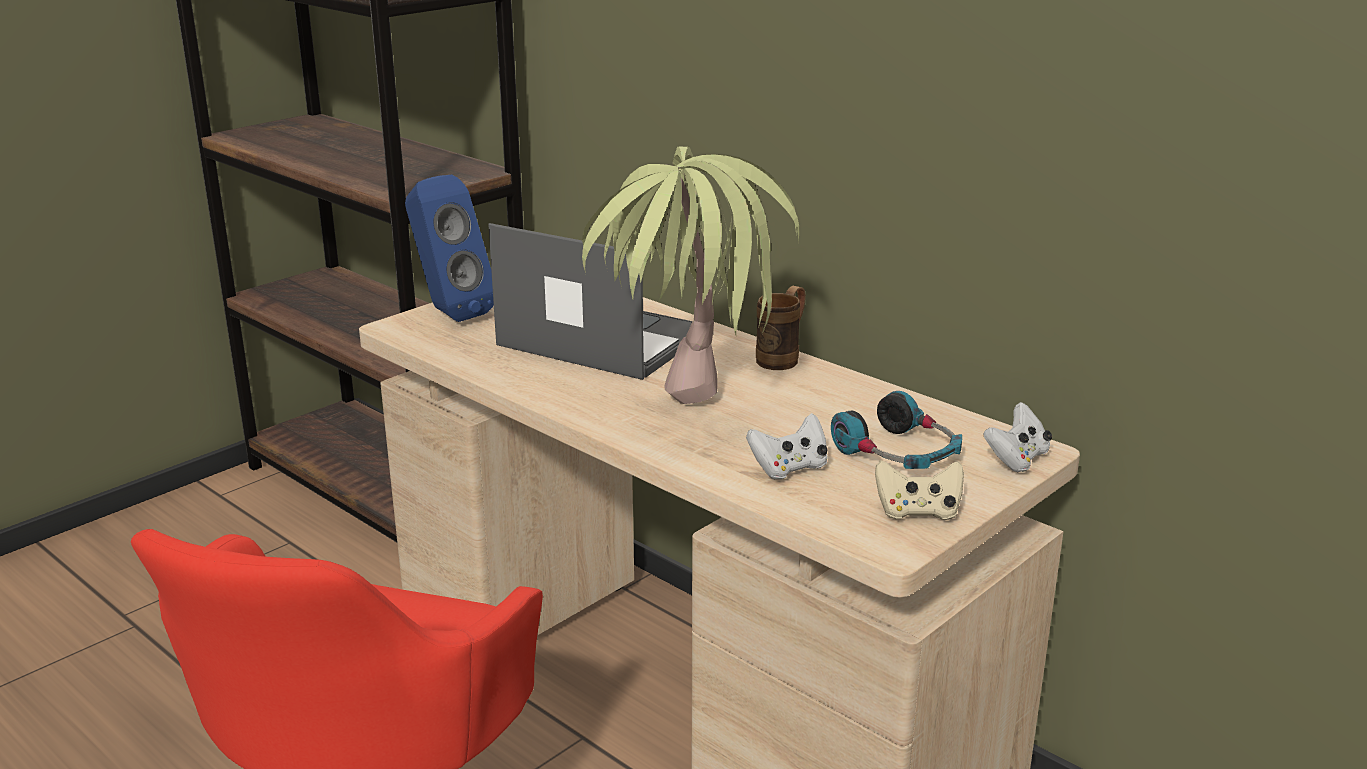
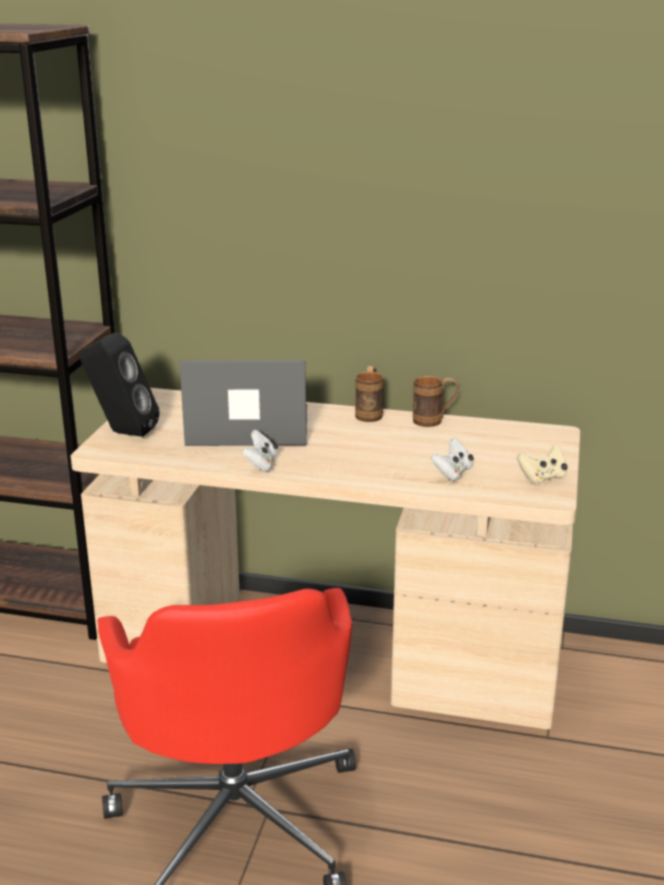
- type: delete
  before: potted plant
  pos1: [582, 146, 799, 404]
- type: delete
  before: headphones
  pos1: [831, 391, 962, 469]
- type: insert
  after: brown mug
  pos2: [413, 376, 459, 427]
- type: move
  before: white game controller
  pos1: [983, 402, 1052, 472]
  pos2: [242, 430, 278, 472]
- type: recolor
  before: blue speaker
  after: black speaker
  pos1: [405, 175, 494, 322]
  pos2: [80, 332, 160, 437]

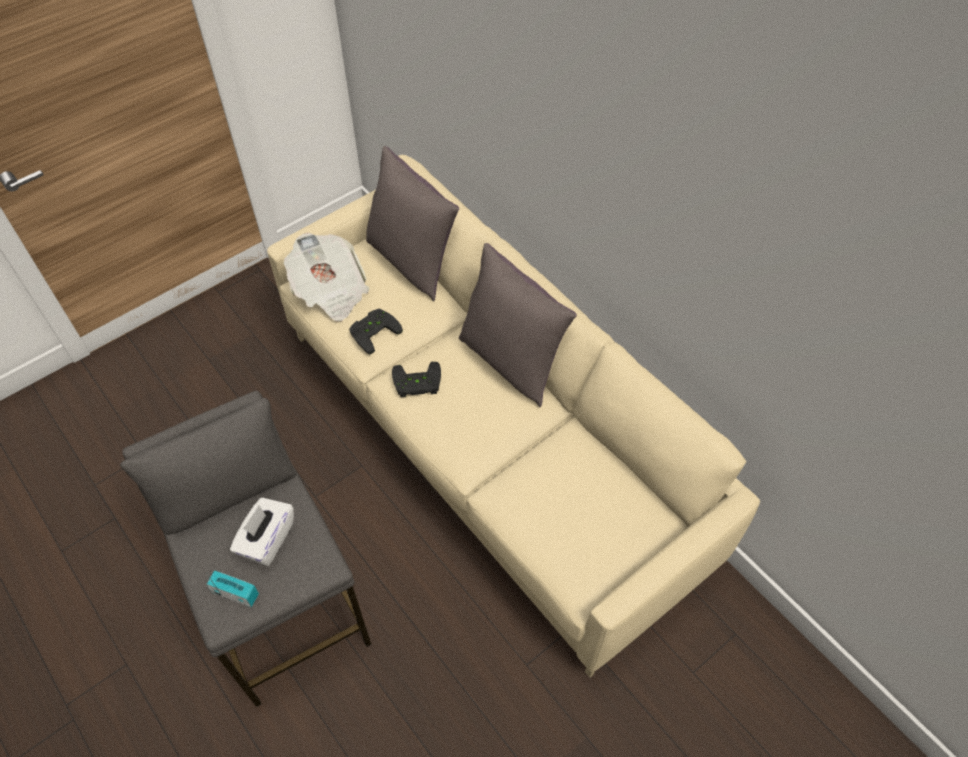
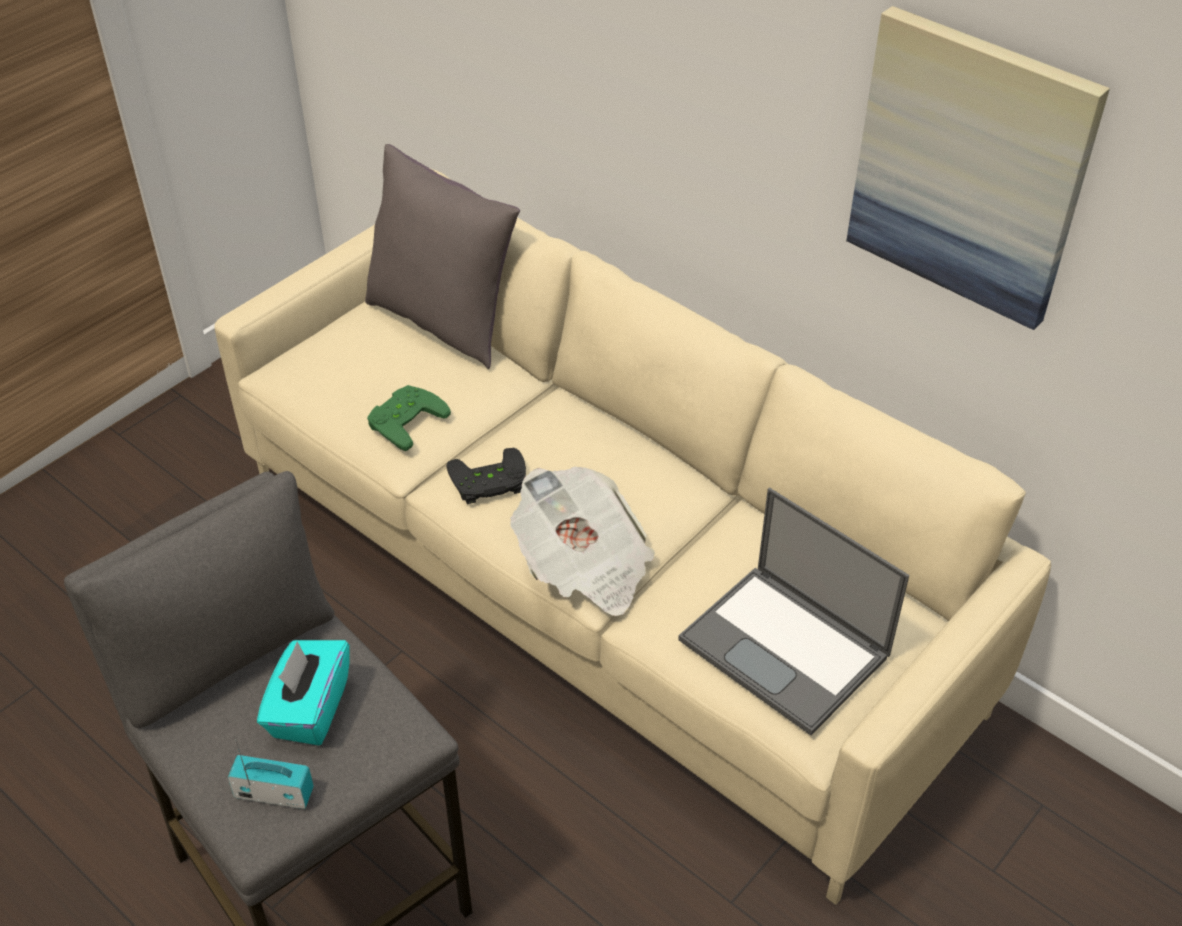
- type: delete
  before: grey pillow
  pos1: [459, 243, 577, 407]
- type: insert
  after: laptop
  pos2: [678, 488, 909, 735]
- type: insert
  after: picture
  pos2: [846, 6, 1110, 330]
- type: move
  before: newspaper
  pos1: [284, 232, 370, 321]
  pos2: [510, 466, 655, 616]
- type: recolor
  before: white tissue box
  after: turquoise tissue box
  pos1: [230, 498, 294, 566]
  pos2: [257, 640, 350, 745]
- type: recolor
  before: black game controller
  after: green game controller
  pos1: [349, 309, 403, 354]
  pos2: [367, 385, 451, 451]

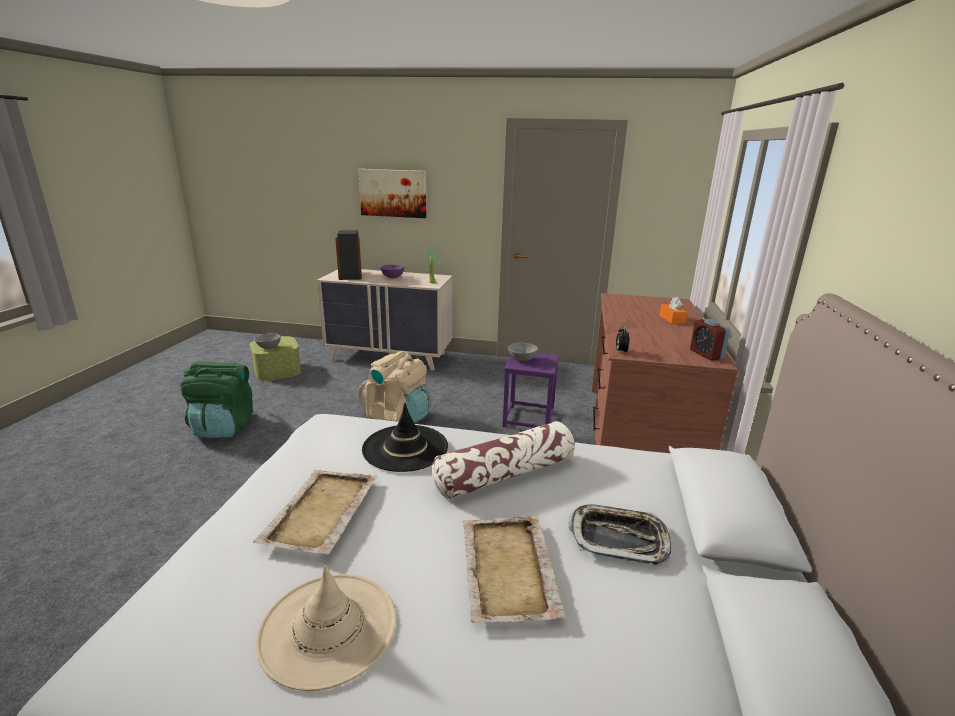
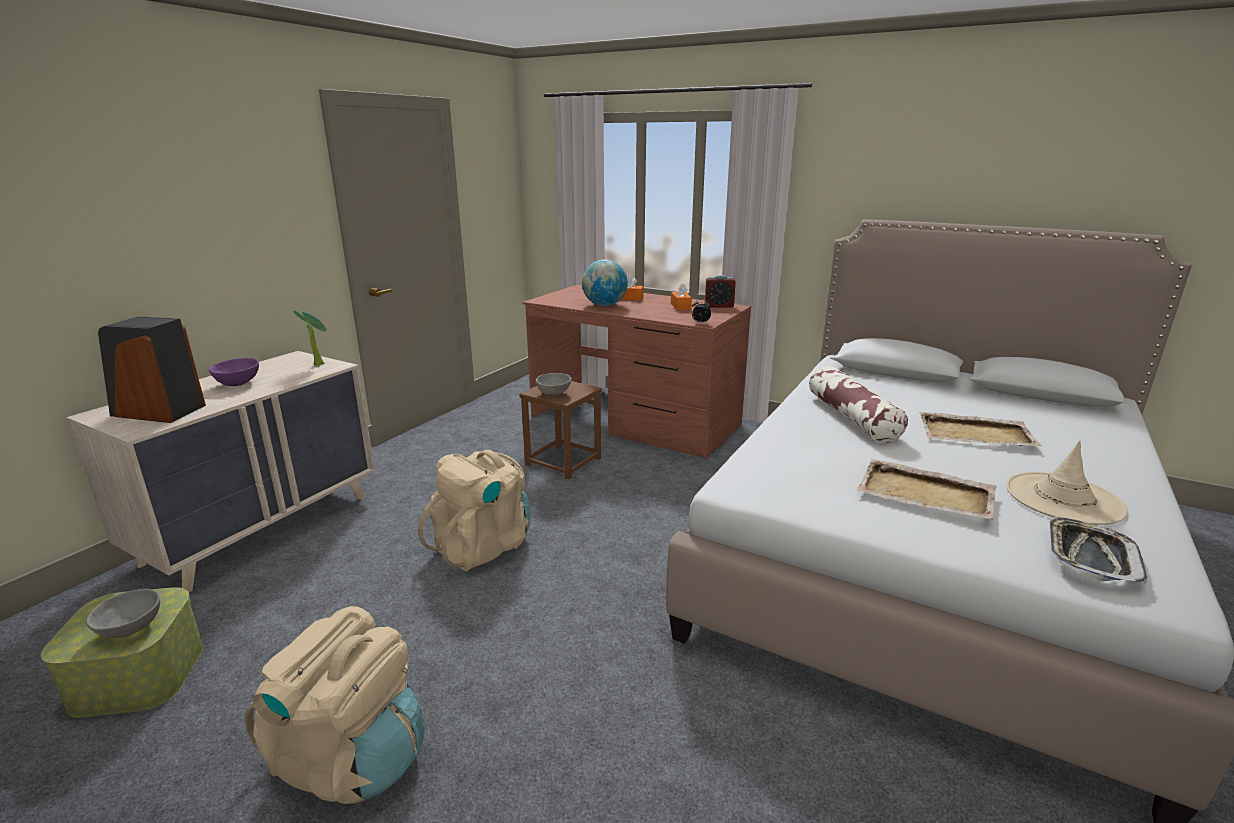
- type: delete
  before: picture
  pos1: [358, 169, 426, 218]
- type: delete
  before: black hat
  pos1: [362, 403, 448, 472]
- type: insert
  after: globe
  pos2: [582, 259, 628, 306]
- type: insert
  after: orange tissue box
  pos2: [671, 283, 692, 310]
- type: move
  before: tray
  pos1: [568, 504, 671, 565]
  pos2: [1049, 517, 1148, 585]
- type: recolor
  before: green backpack
  after: beige backpack
  pos1: [181, 361, 253, 438]
  pos2: [245, 606, 424, 804]
- type: recolor
  before: purple stool
  after: brown stool
  pos1: [502, 353, 559, 428]
  pos2: [519, 381, 602, 479]

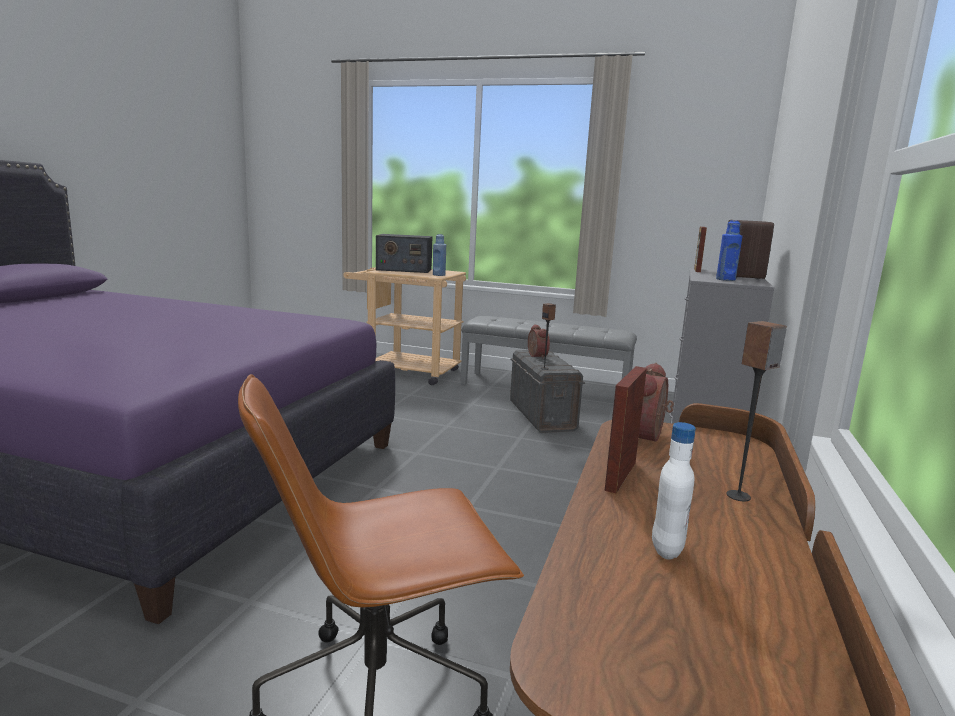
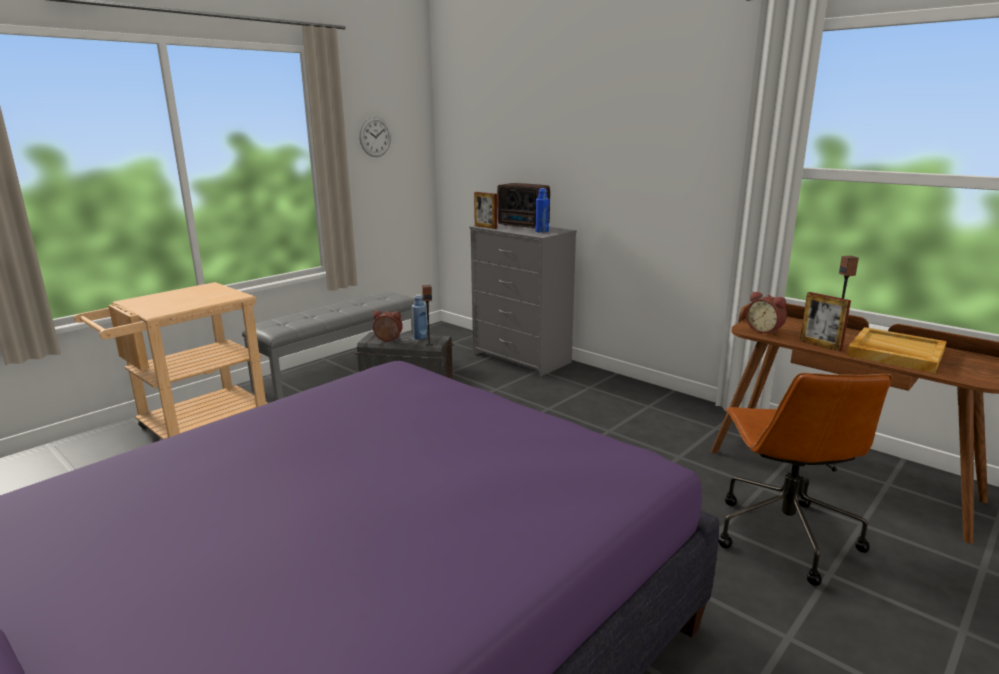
- type: delete
  before: radio
  pos1: [376, 234, 432, 273]
- type: insert
  after: wall clock
  pos2: [359, 117, 391, 157]
- type: move
  before: blue bottle
  pos1: [433, 234, 446, 276]
  pos2: [412, 294, 427, 339]
- type: replace
  before: white bottle
  after: beige tray
  pos1: [652, 422, 696, 560]
  pos2: [847, 327, 947, 373]

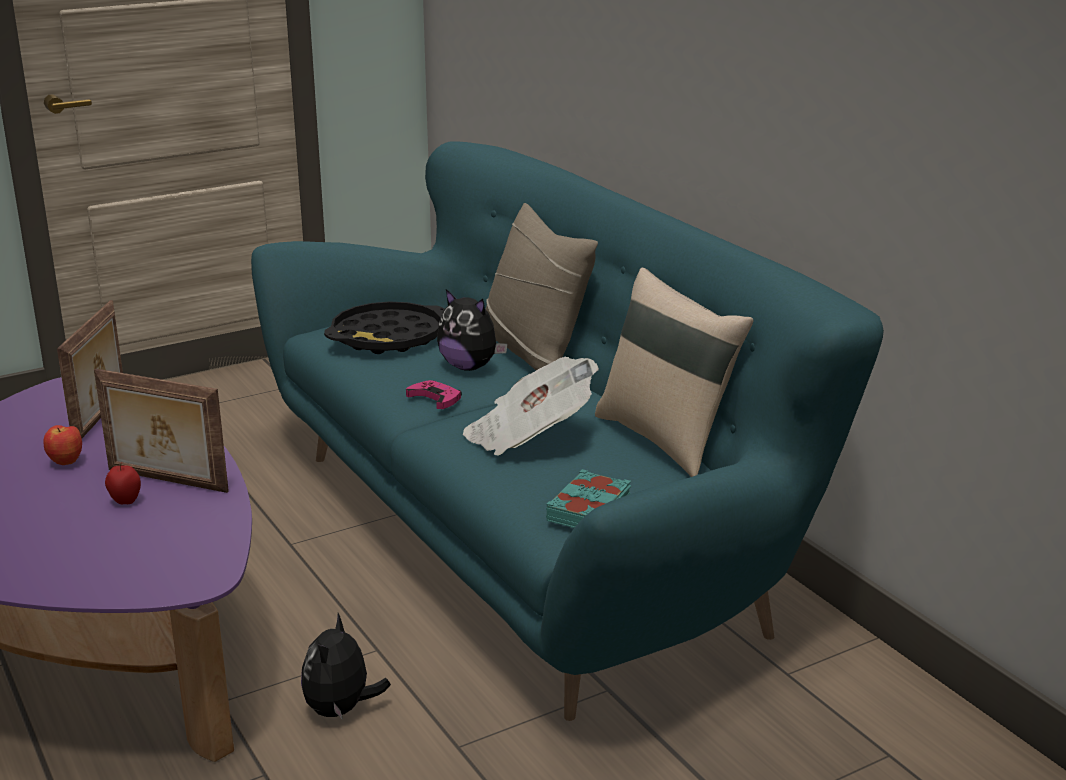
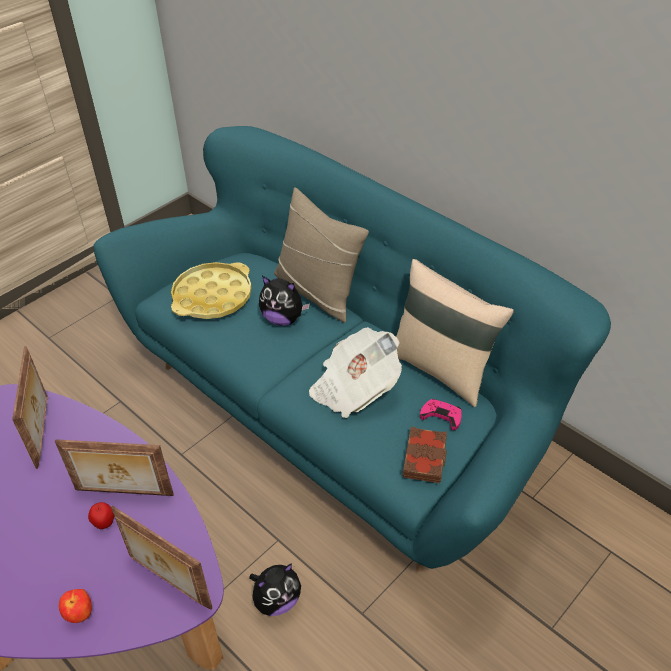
- type: insert
  after: picture frame
  pos2: [111, 506, 212, 610]
- type: move
  before: apple
  pos1: [44, 425, 82, 465]
  pos2: [59, 589, 92, 623]
- type: move
  before: pink game controller
  pos1: [406, 380, 462, 409]
  pos2: [420, 399, 462, 430]
- type: recolor
  before: black tray
  after: yellow tray
  pos1: [324, 302, 445, 354]
  pos2: [171, 262, 252, 319]
- type: recolor
  before: turquoise book
  after: brown book
  pos1: [546, 469, 631, 528]
  pos2: [403, 427, 447, 483]
- type: rotate
  before: plush toy
  pos1: [301, 613, 391, 720]
  pos2: [249, 563, 301, 616]
  turn: -120

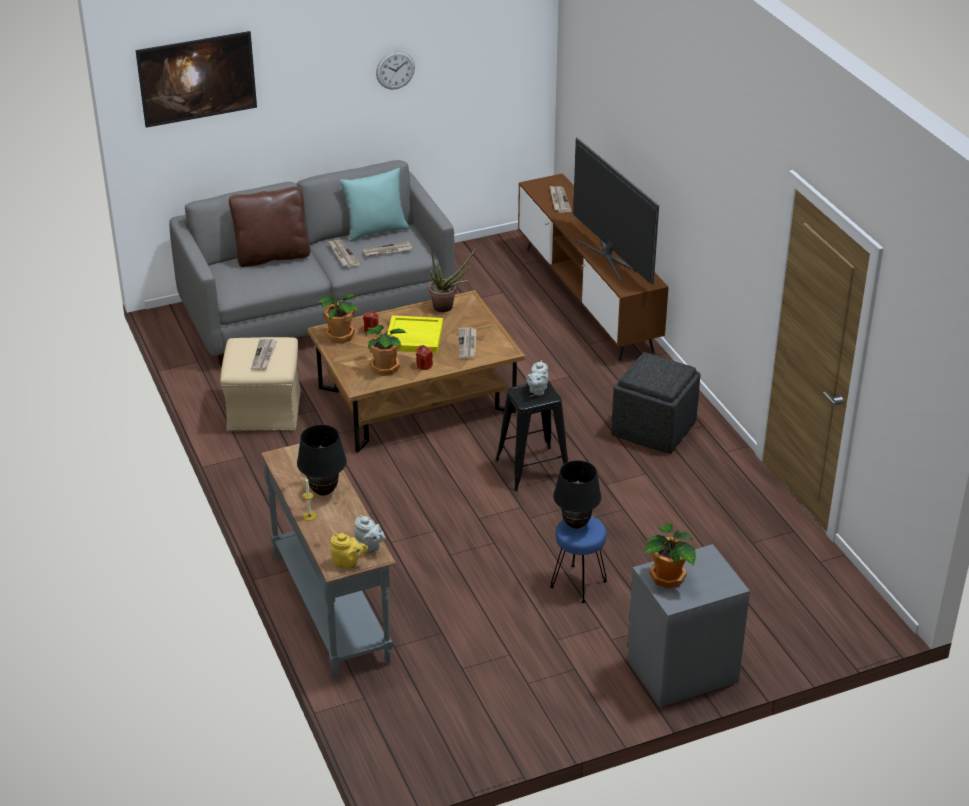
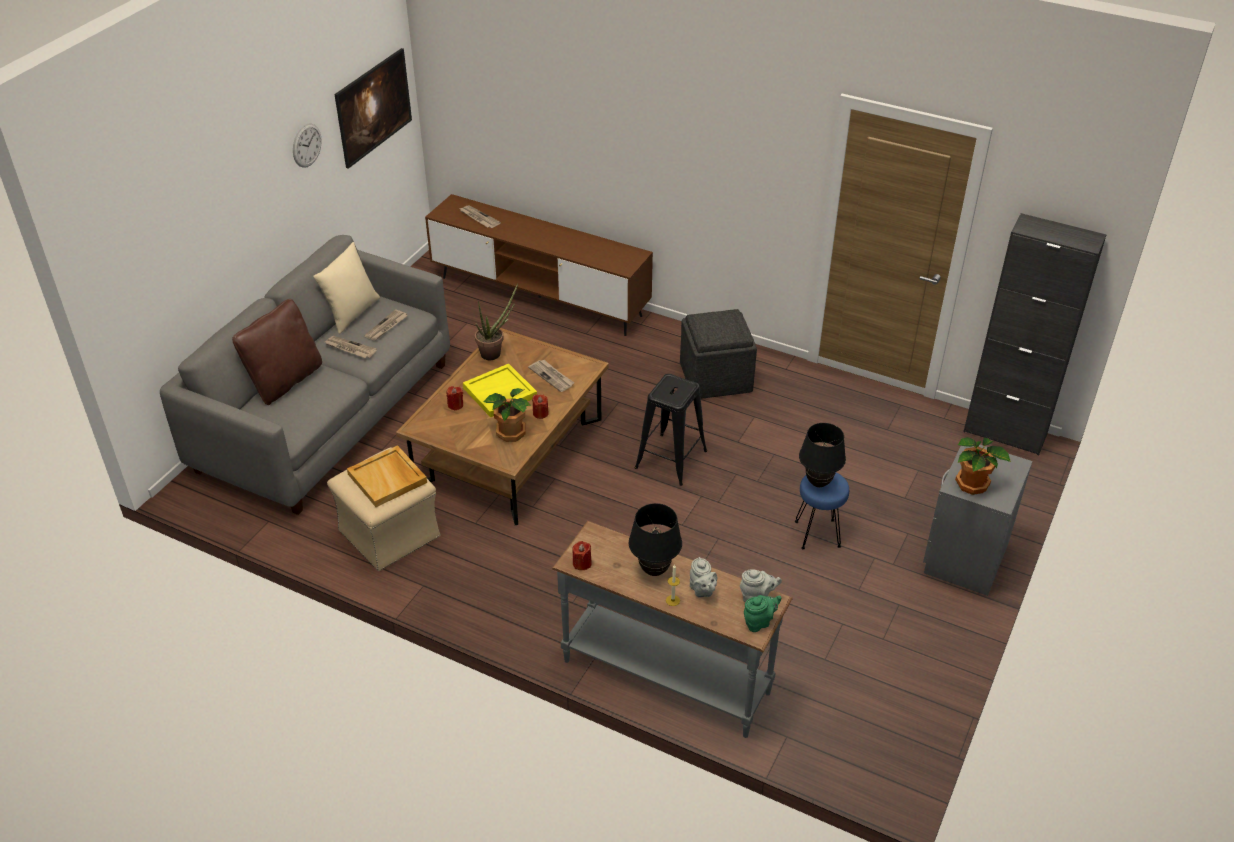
- type: delete
  before: potted plant
  pos1: [317, 294, 359, 343]
- type: delete
  before: television
  pos1: [573, 137, 659, 284]
- type: insert
  after: red candle
  pos2: [572, 541, 592, 570]
- type: insert
  after: black cabinet
  pos2: [963, 213, 1107, 455]
- type: move
  before: picture
  pos1: [136, 31, 257, 128]
  pos2: [334, 48, 412, 169]
- type: move
  before: grey teapot
  pos1: [526, 360, 548, 396]
  pos2: [690, 557, 717, 597]
- type: replace
  before: newspaper
  after: beige tray
  pos1: [251, 339, 277, 370]
  pos2: [347, 445, 427, 507]
- type: recolor
  before: yellow teapot
  after: green teapot
  pos1: [330, 533, 368, 569]
  pos2: [744, 595, 781, 632]
- type: recolor
  before: turquoise pillow
  after: beige pillow
  pos1: [340, 168, 409, 242]
  pos2: [313, 242, 380, 334]

